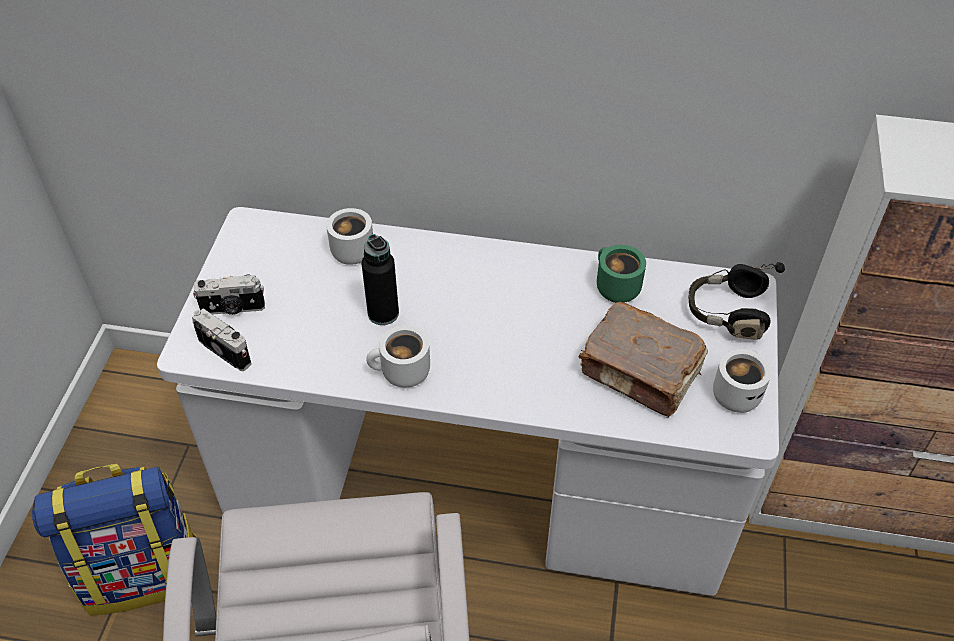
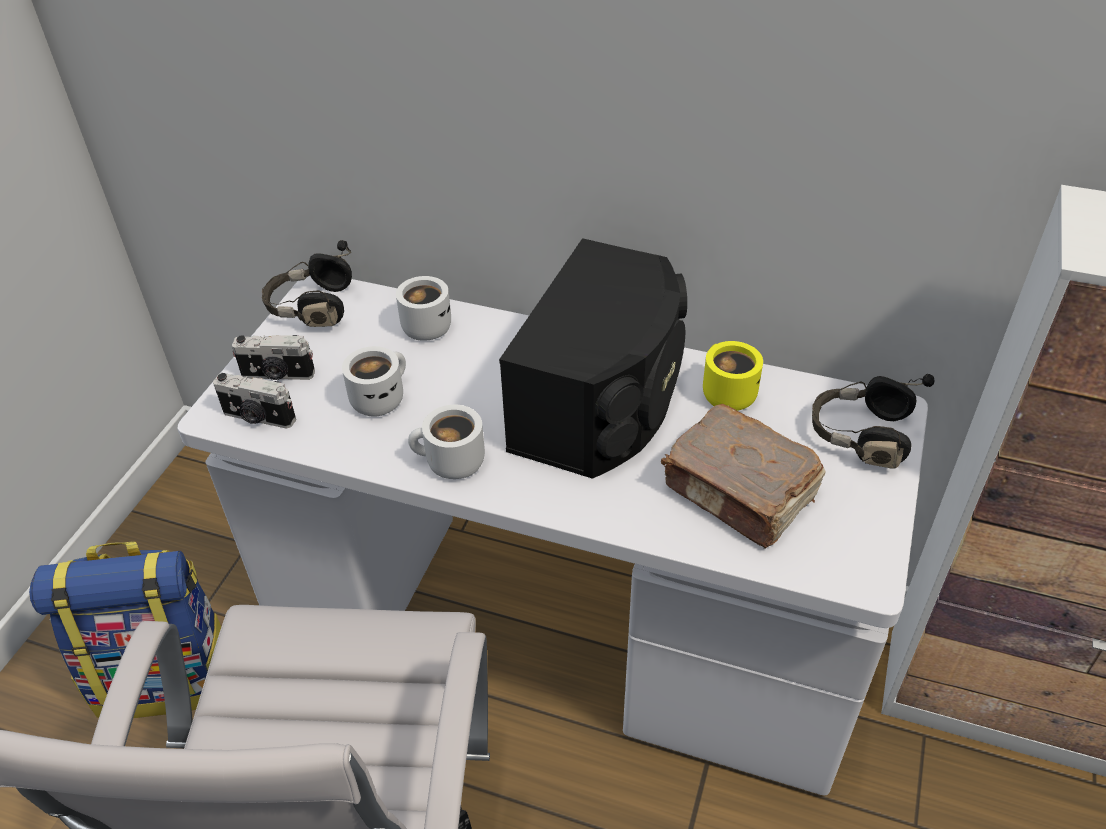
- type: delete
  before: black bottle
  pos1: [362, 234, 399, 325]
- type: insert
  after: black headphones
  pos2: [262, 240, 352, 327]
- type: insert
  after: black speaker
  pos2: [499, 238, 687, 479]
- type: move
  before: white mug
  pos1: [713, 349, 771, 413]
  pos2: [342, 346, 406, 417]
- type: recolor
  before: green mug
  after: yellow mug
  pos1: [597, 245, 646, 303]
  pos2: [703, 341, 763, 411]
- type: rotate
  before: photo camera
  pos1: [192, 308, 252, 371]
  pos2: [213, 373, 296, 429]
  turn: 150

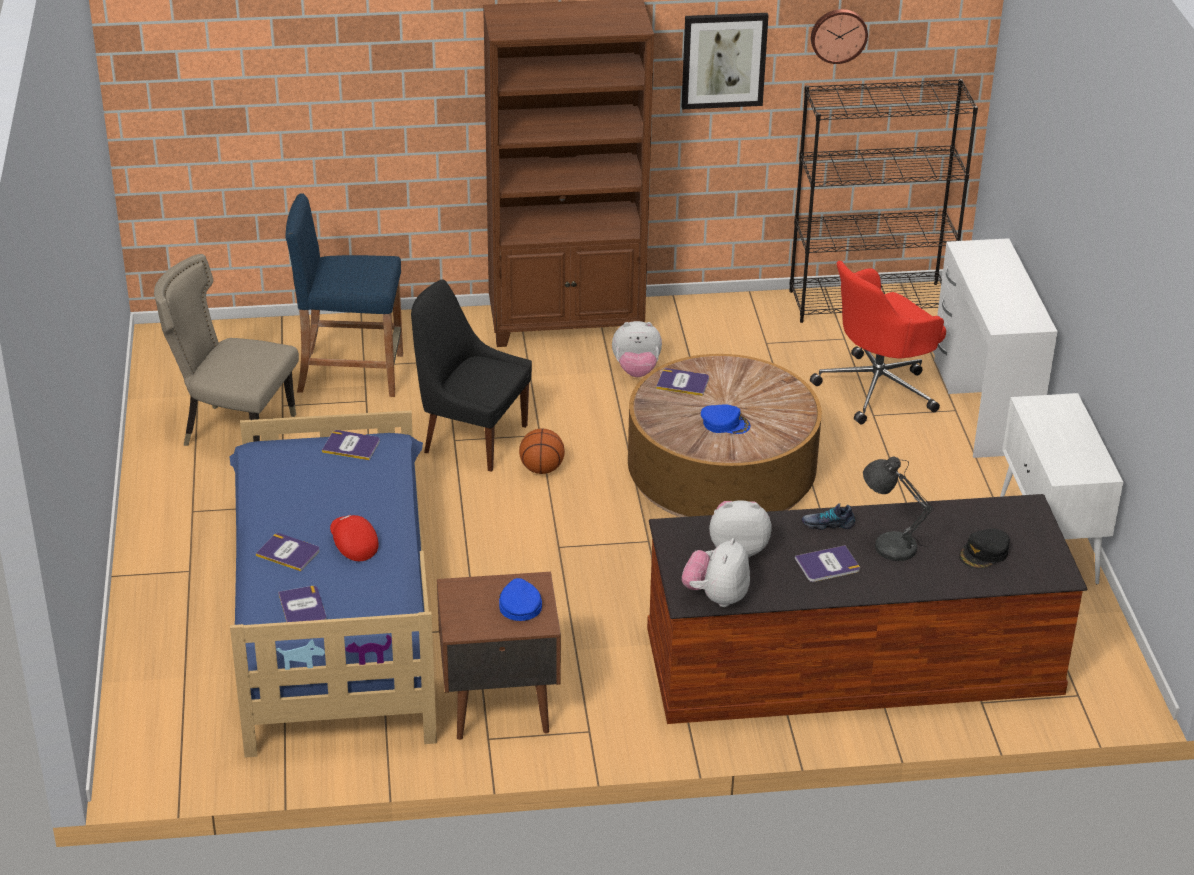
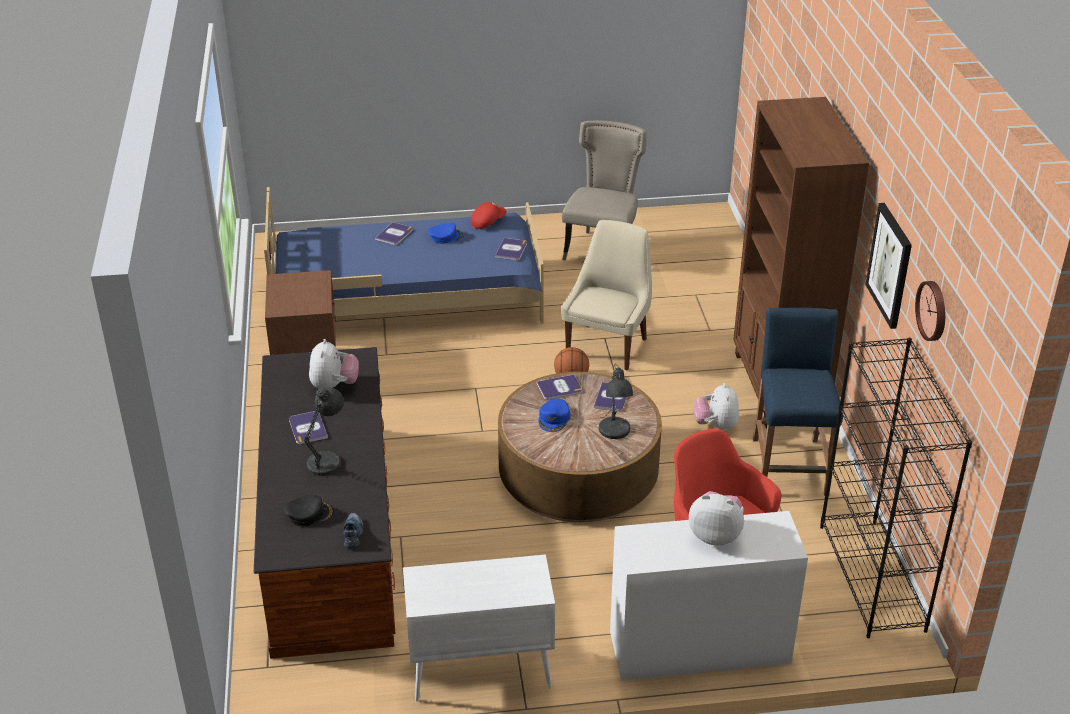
- type: insert
  after: grey table lamp
  pos2: [598, 364, 633, 439]
- type: move
  before: book
  pos1: [278, 586, 327, 622]
  pos2: [536, 375, 582, 400]
- type: move
  before: blue stool
  pos1: [285, 193, 403, 397]
  pos2: [753, 307, 843, 496]
- type: move
  before: red cap
  pos1: [330, 515, 379, 561]
  pos2: [471, 202, 506, 229]
- type: move
  before: blue cap
  pos1: [499, 578, 542, 621]
  pos2: [428, 223, 464, 244]
- type: move
  before: plush toy
  pos1: [682, 538, 750, 607]
  pos2: [689, 491, 744, 546]
- type: move
  before: shoe
  pos1: [802, 503, 855, 530]
  pos2: [343, 513, 364, 549]
- type: recolor
  before: black chair
  after: beige chair
  pos1: [411, 279, 532, 472]
  pos2: [561, 220, 652, 371]
- type: rotate
  before: black cap
  pos1: [959, 528, 1010, 569]
  pos2: [284, 495, 334, 526]
  turn: 120

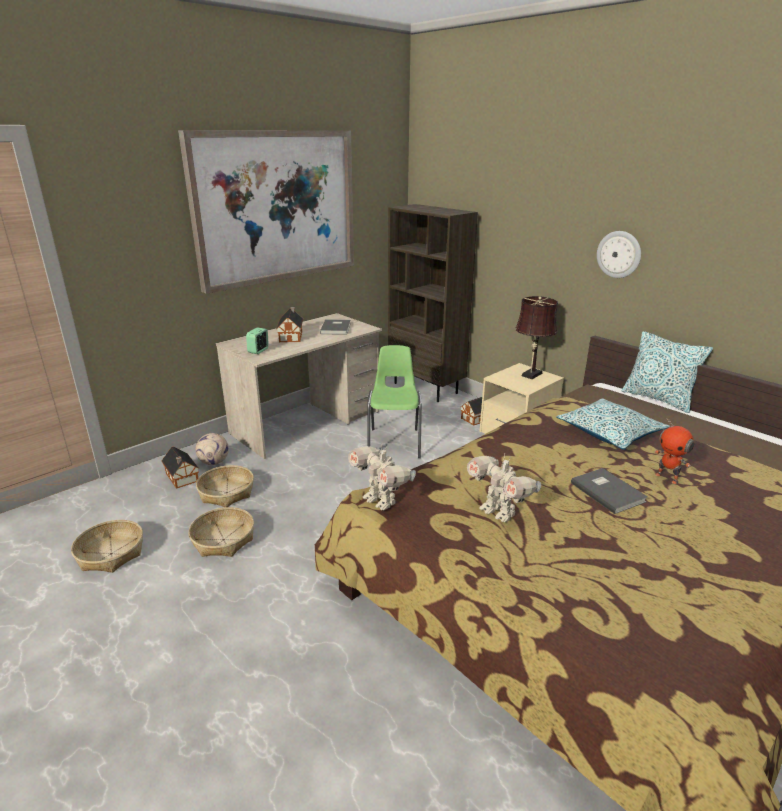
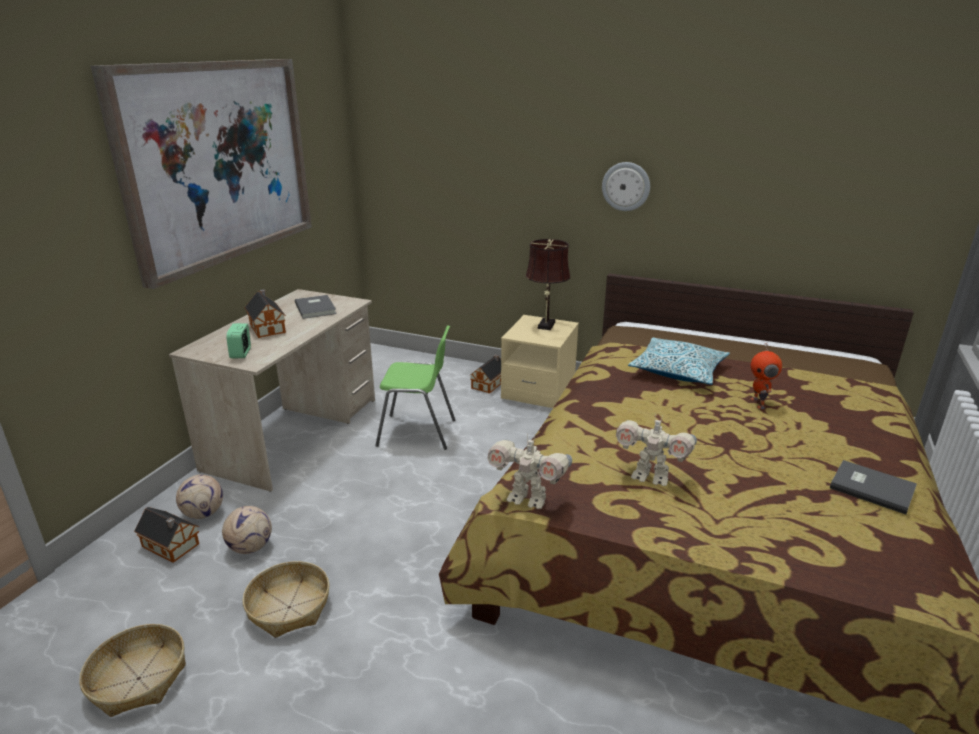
- type: delete
  before: brown bookcase
  pos1: [388, 204, 478, 402]
- type: delete
  before: pillow
  pos1: [622, 331, 713, 413]
- type: move
  before: grey book
  pos1: [571, 468, 648, 514]
  pos2: [830, 460, 917, 515]
- type: replace
  before: basket
  after: football
  pos1: [196, 465, 254, 507]
  pos2: [222, 506, 272, 554]
- type: rotate
  before: green chair
  pos1: [367, 345, 422, 458]
  pos2: [375, 325, 455, 450]
  turn: 120
- type: rotate
  before: toy robot
  pos1: [655, 417, 695, 484]
  pos2: [751, 342, 782, 409]
  turn: 60

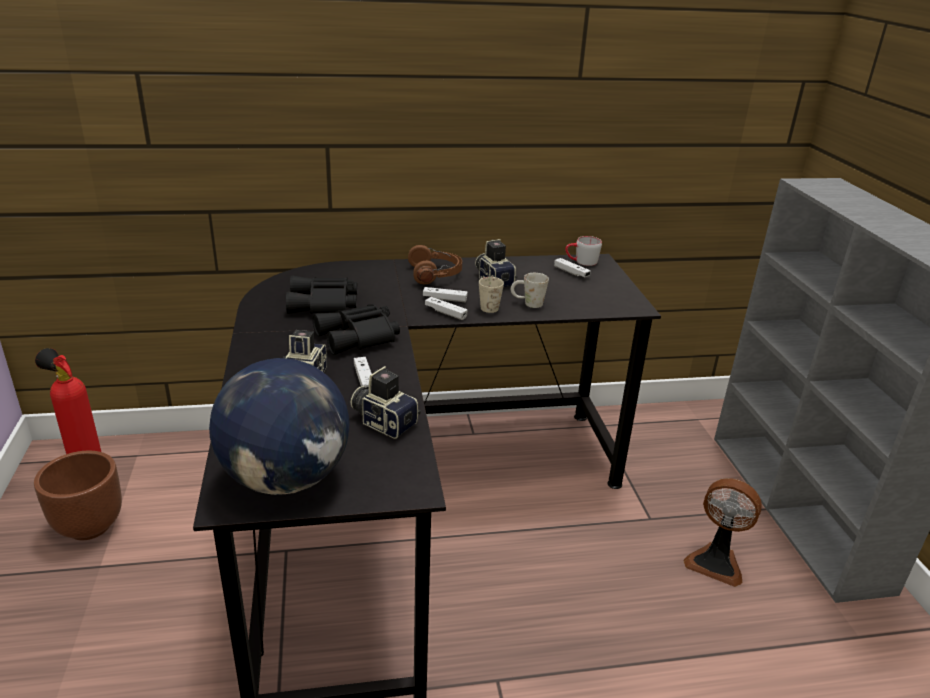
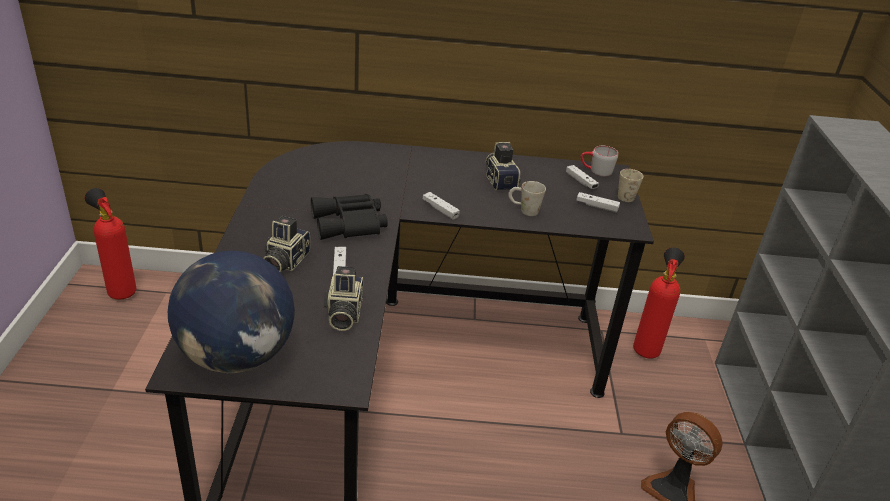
- type: delete
  before: brown planter
  pos1: [34, 451, 122, 540]
- type: delete
  before: black binoculars
  pos1: [286, 276, 357, 314]
- type: delete
  before: brown headphones
  pos1: [408, 245, 462, 284]
- type: insert
  after: fire extinguisher
  pos2: [633, 247, 685, 359]
- type: move
  before: white game controller
  pos1: [423, 287, 468, 302]
  pos2: [576, 192, 620, 212]
- type: move
  before: beige mug
  pos1: [479, 277, 504, 313]
  pos2: [618, 169, 643, 202]
- type: rotate
  before: photo camera
  pos1: [351, 366, 421, 439]
  pos2: [323, 266, 363, 331]
  turn: -135

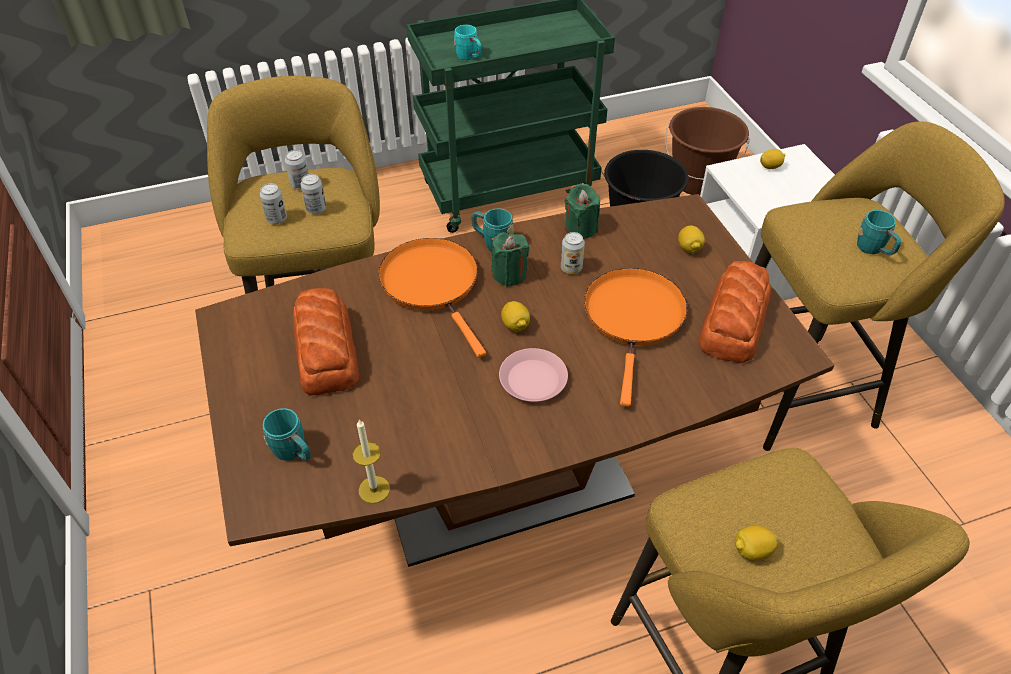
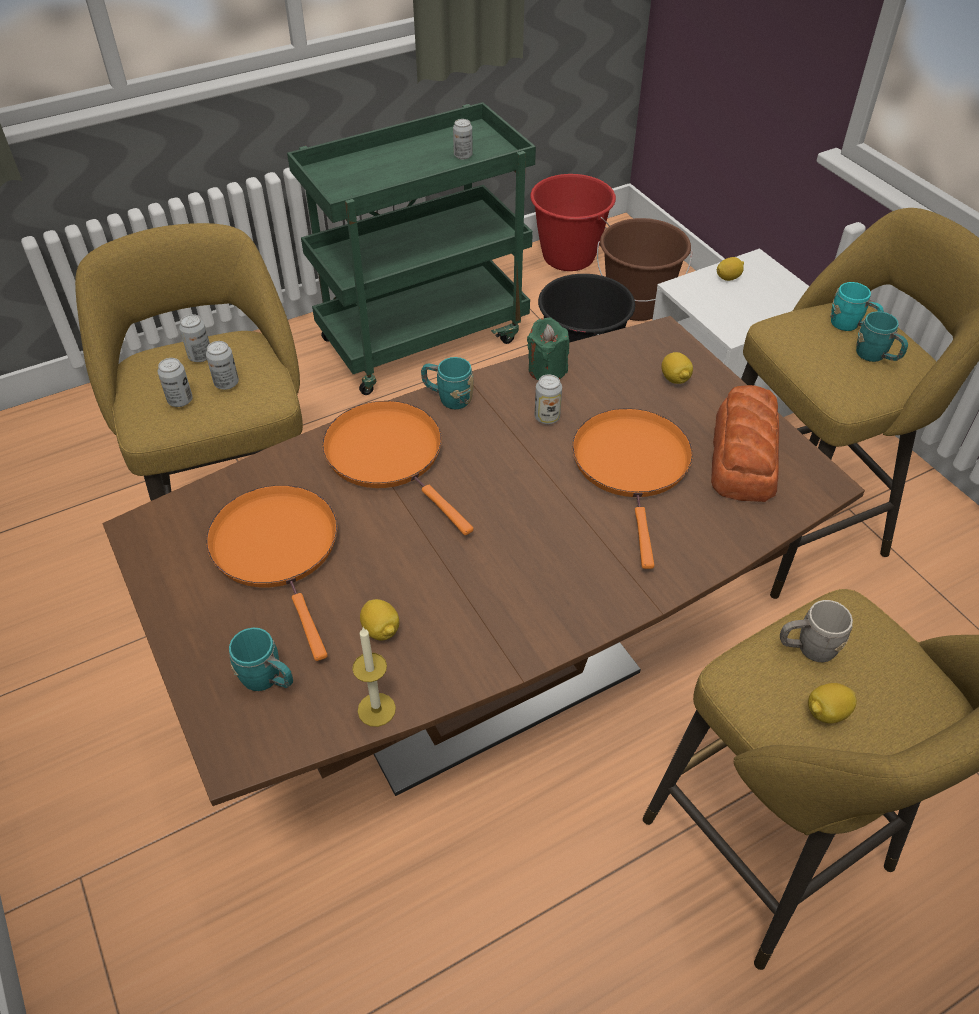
- type: delete
  before: green candle
  pos1: [491, 232, 529, 287]
- type: delete
  before: pink plate
  pos1: [499, 348, 568, 402]
- type: insert
  after: can
  pos2: [453, 119, 473, 159]
- type: insert
  after: red bucket
  pos2: [530, 174, 616, 271]
- type: insert
  after: grey mug
  pos2: [780, 600, 853, 662]
- type: move
  before: turquoise mug
  pos1: [454, 25, 482, 60]
  pos2: [830, 282, 884, 331]
- type: move
  before: lemon
  pos1: [501, 301, 530, 332]
  pos2: [360, 599, 399, 641]
- type: replace
  before: bread
  after: orange frying pan
  pos1: [293, 288, 359, 395]
  pos2: [206, 485, 337, 661]

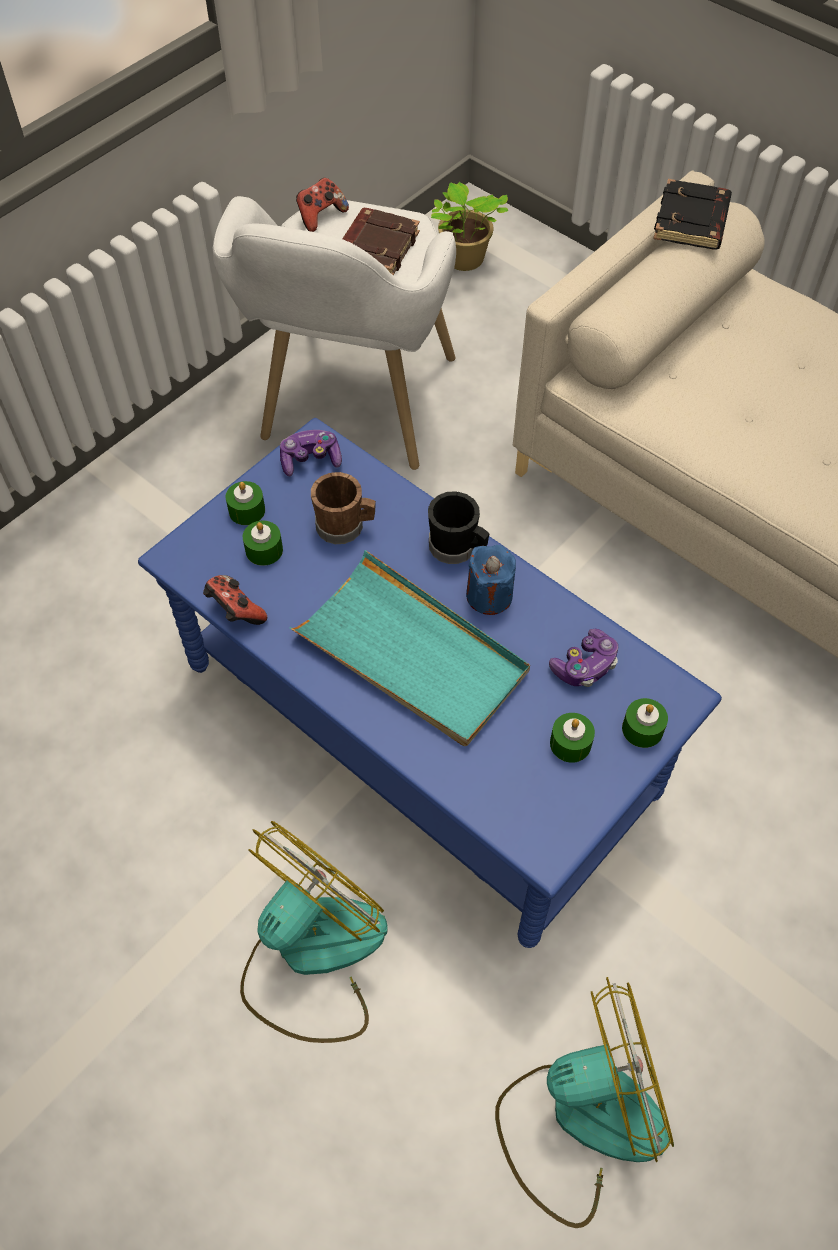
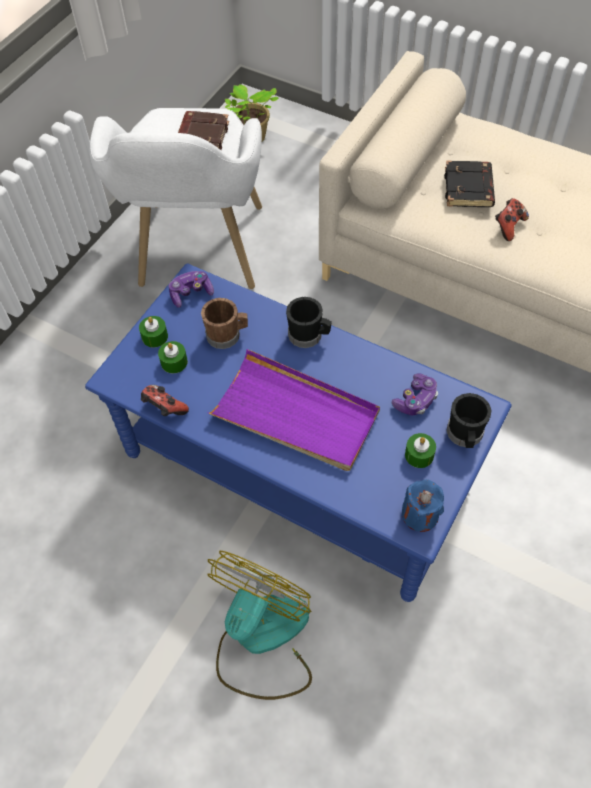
- type: delete
  before: fan
  pos1: [495, 977, 674, 1228]
- type: move
  before: game controller
  pos1: [296, 178, 349, 232]
  pos2: [495, 198, 529, 241]
- type: move
  before: blue candle
  pos1: [466, 545, 516, 615]
  pos2: [402, 479, 444, 532]
- type: move
  before: black book
  pos1: [653, 179, 732, 249]
  pos2: [444, 161, 495, 207]
- type: replace
  before: green candle
  after: black mug
  pos1: [622, 698, 668, 748]
  pos2: [447, 393, 492, 448]
- type: recolor
  before: turquoise tray
  after: purple tray
  pos1: [289, 550, 530, 746]
  pos2: [207, 349, 380, 471]

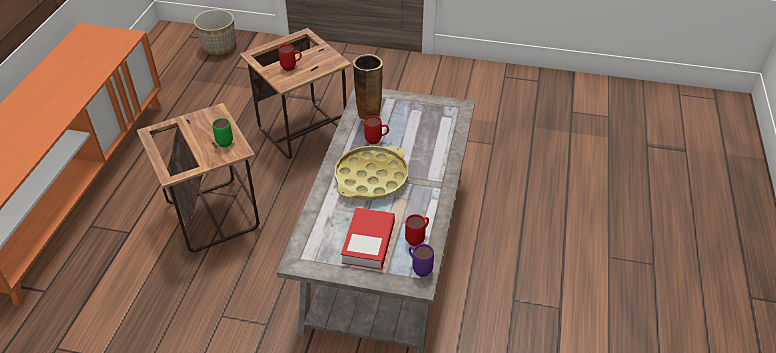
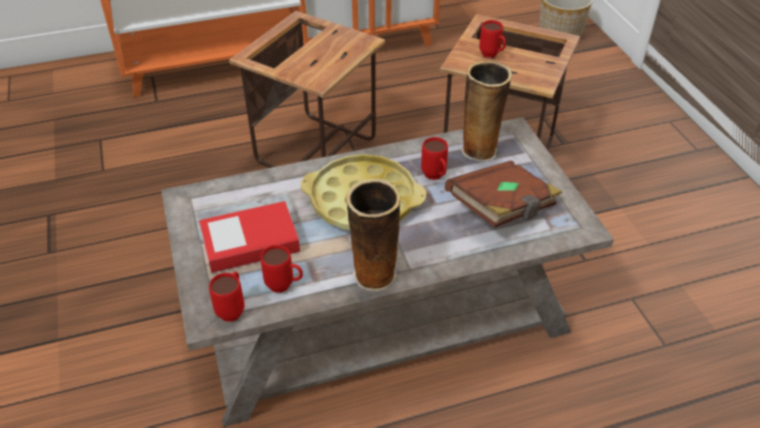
- type: delete
  before: green mug
  pos1: [212, 118, 233, 148]
- type: insert
  after: vase
  pos2: [346, 179, 401, 291]
- type: insert
  after: brown book
  pos2: [445, 160, 562, 228]
- type: recolor
  before: purple mug
  after: red mug
  pos1: [409, 244, 434, 277]
  pos2: [209, 272, 245, 322]

